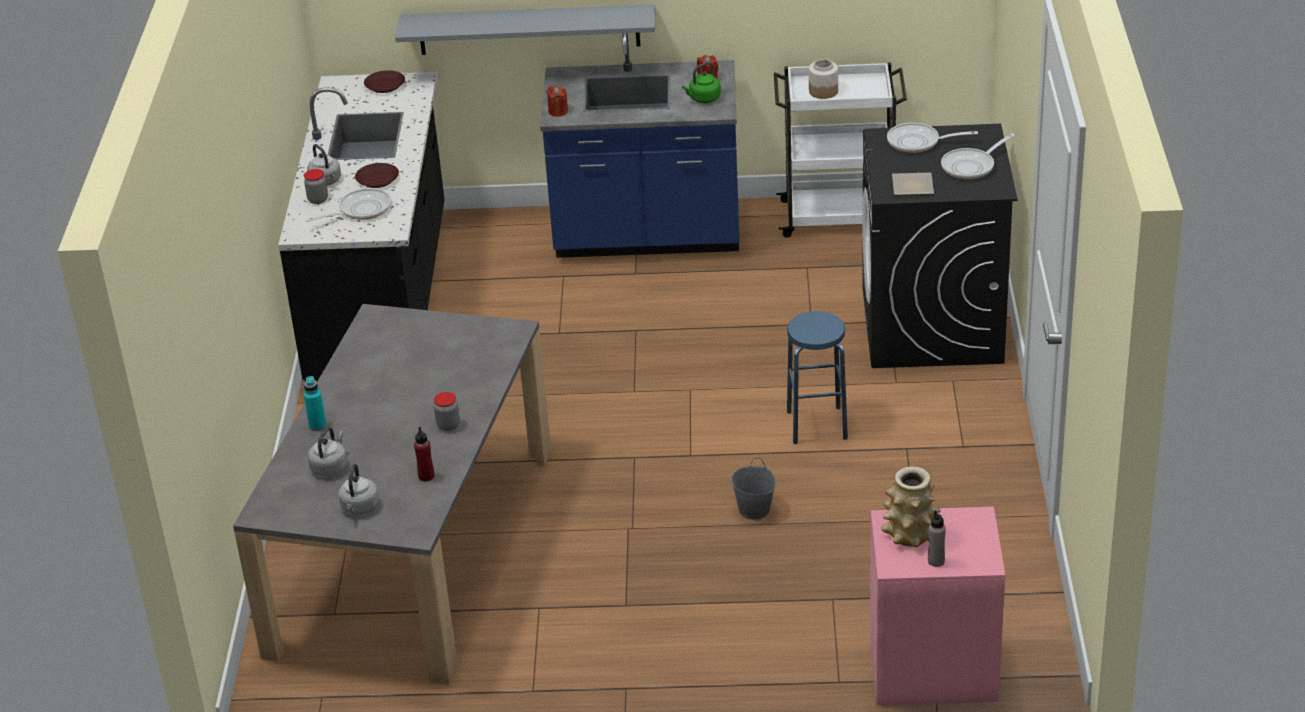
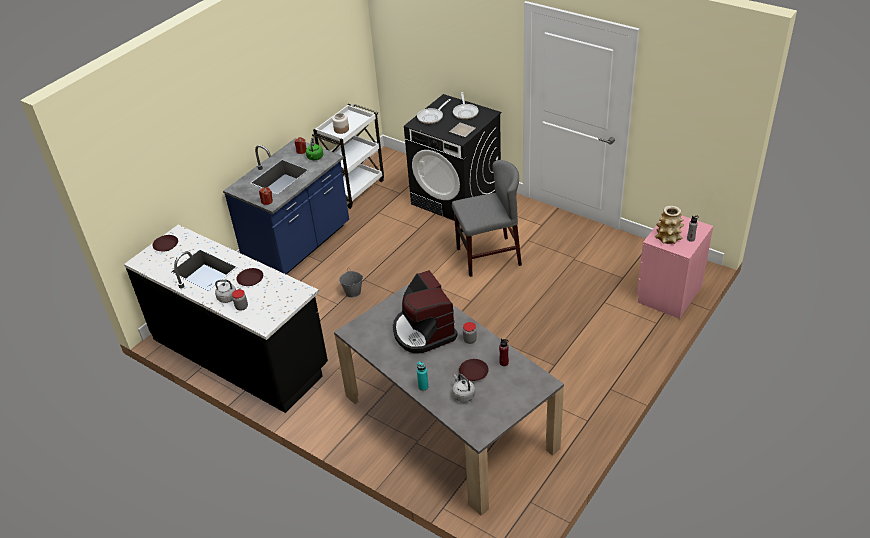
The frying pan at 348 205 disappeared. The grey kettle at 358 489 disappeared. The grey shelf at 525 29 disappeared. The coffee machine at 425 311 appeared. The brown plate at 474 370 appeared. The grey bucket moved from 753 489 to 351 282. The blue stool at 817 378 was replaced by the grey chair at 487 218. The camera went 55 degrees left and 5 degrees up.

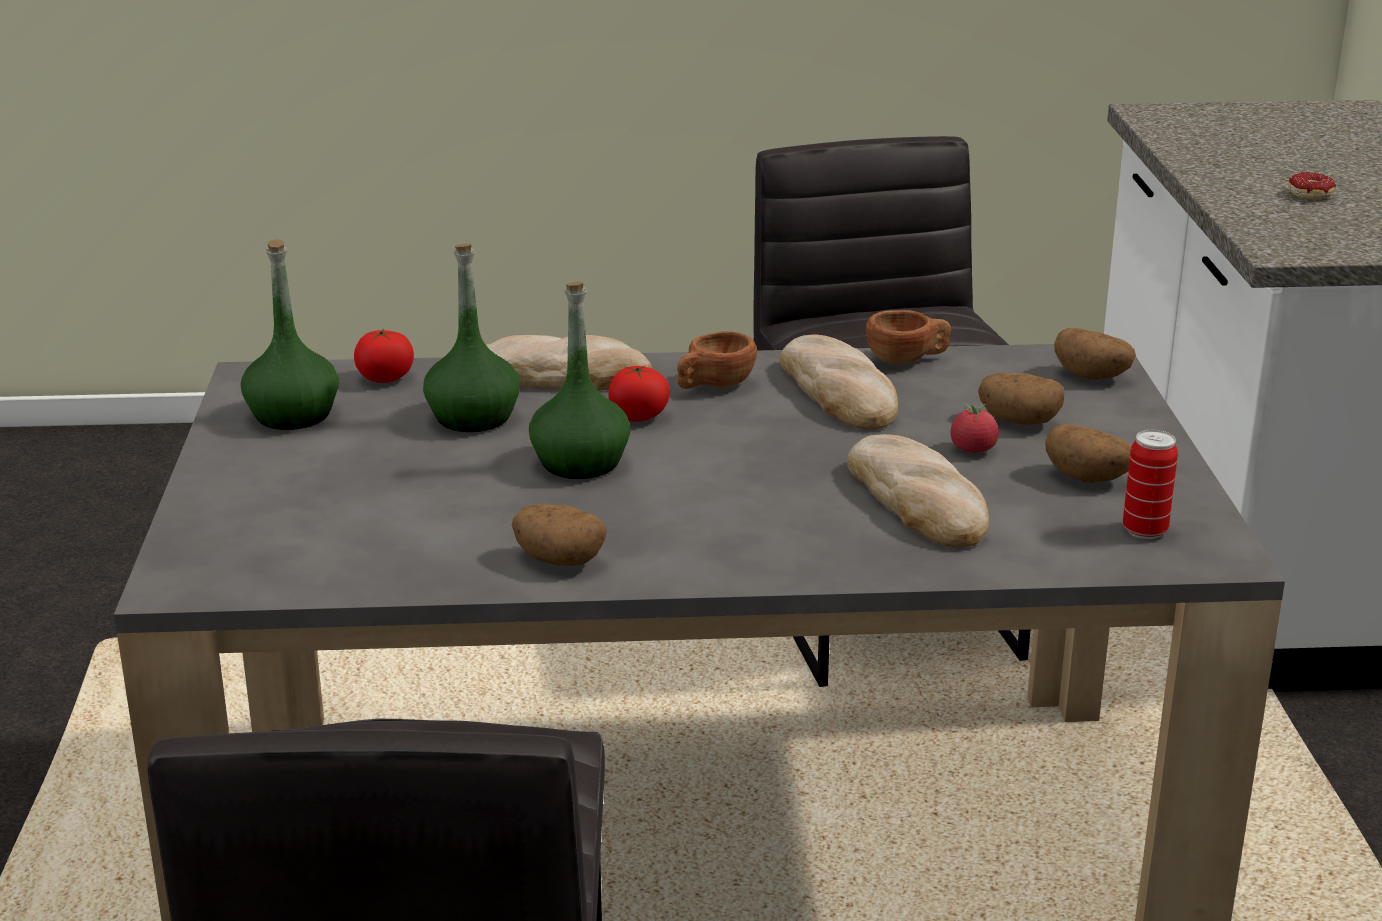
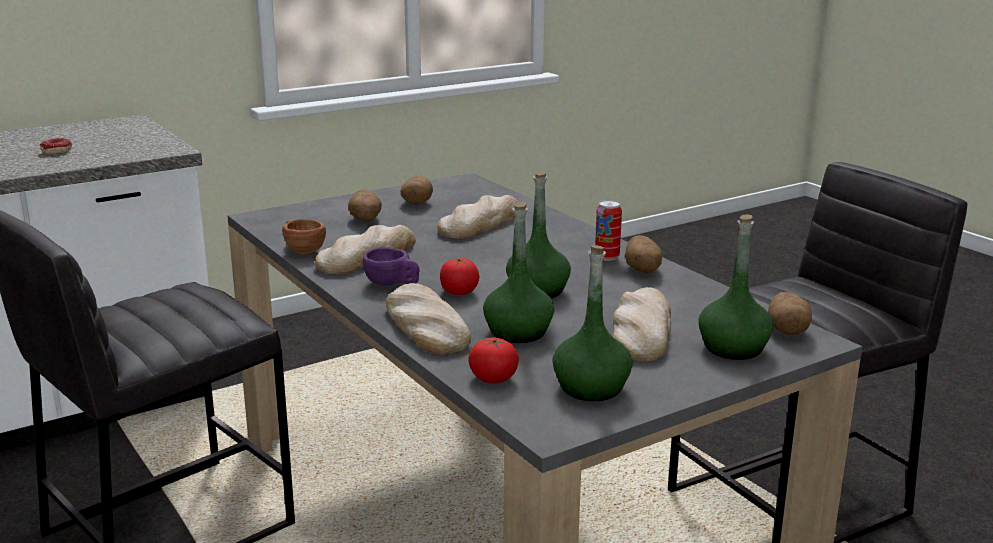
The tomato at 974 428 disappeared. The bread at 642 324 appeared. The green bottle at 736 287 appeared. The potato moved from 1095 354 to 790 313. The can moved from 1150 484 to 608 230. The brown cup at 717 360 became the purple cup at 391 266. The camera went 120 degrees left and 5 degrees down.

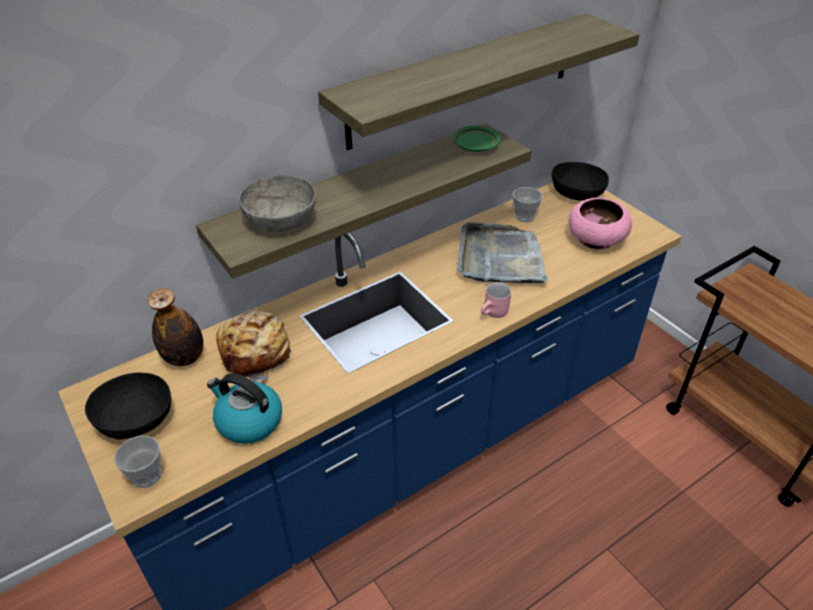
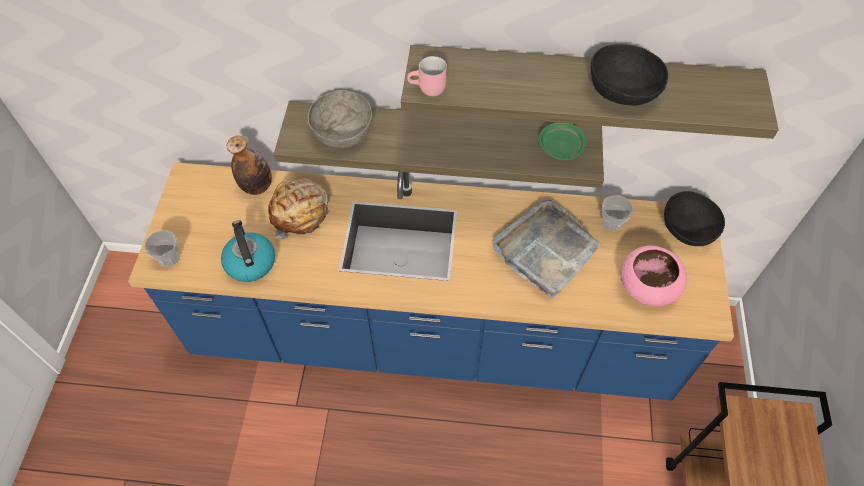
The black bowl moved from 128 406 to 629 75. The pink mug moved from 496 300 to 427 76. The camera went 40 degrees right and 15 degrees up.

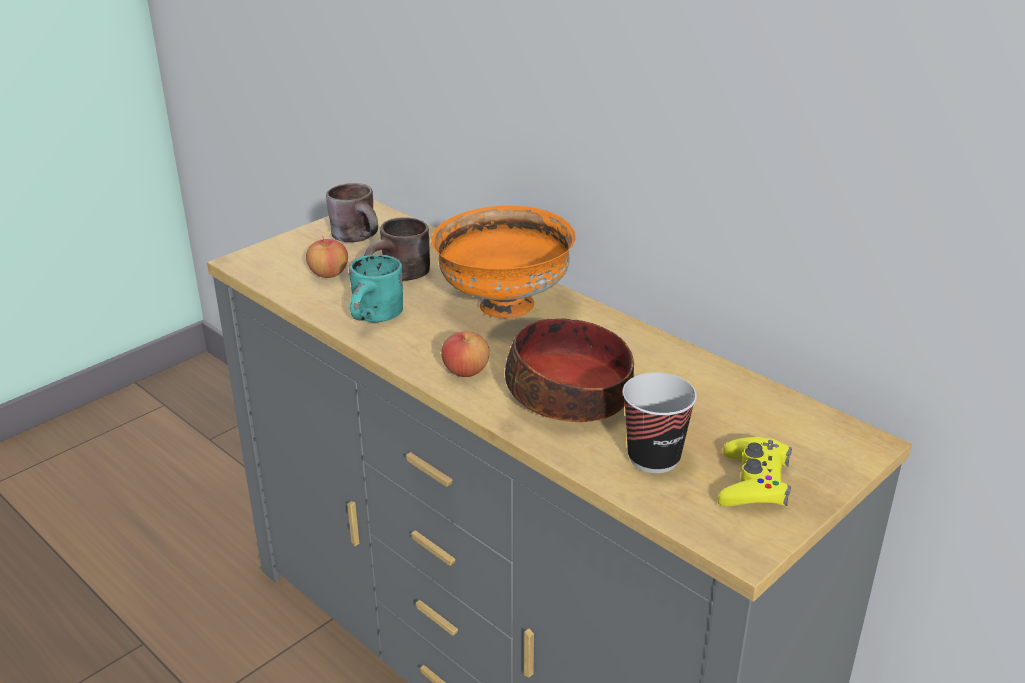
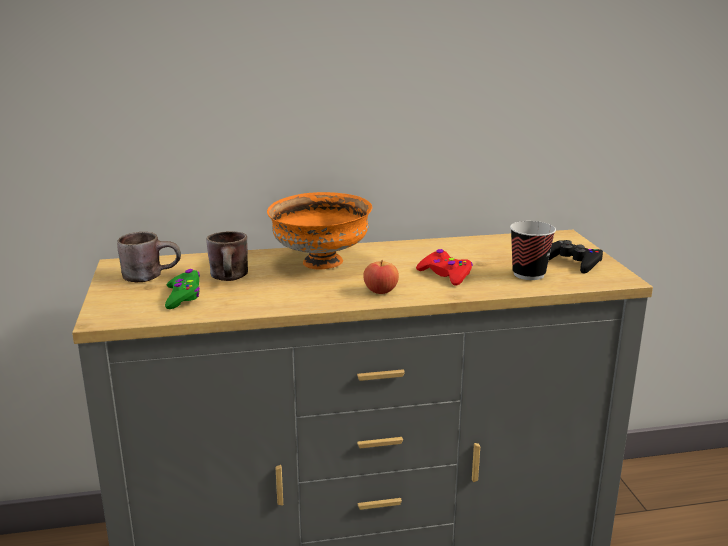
The turquoise mug at 376 288 disappeared. The apple at 327 257 was replaced by the green game controller at 182 289. The bowl at 569 370 was replaced by the red game controller at 444 267. The yellow game controller at 755 472 became the black game controller at 576 257. The camera went 55 degrees left and 10 degrees down.

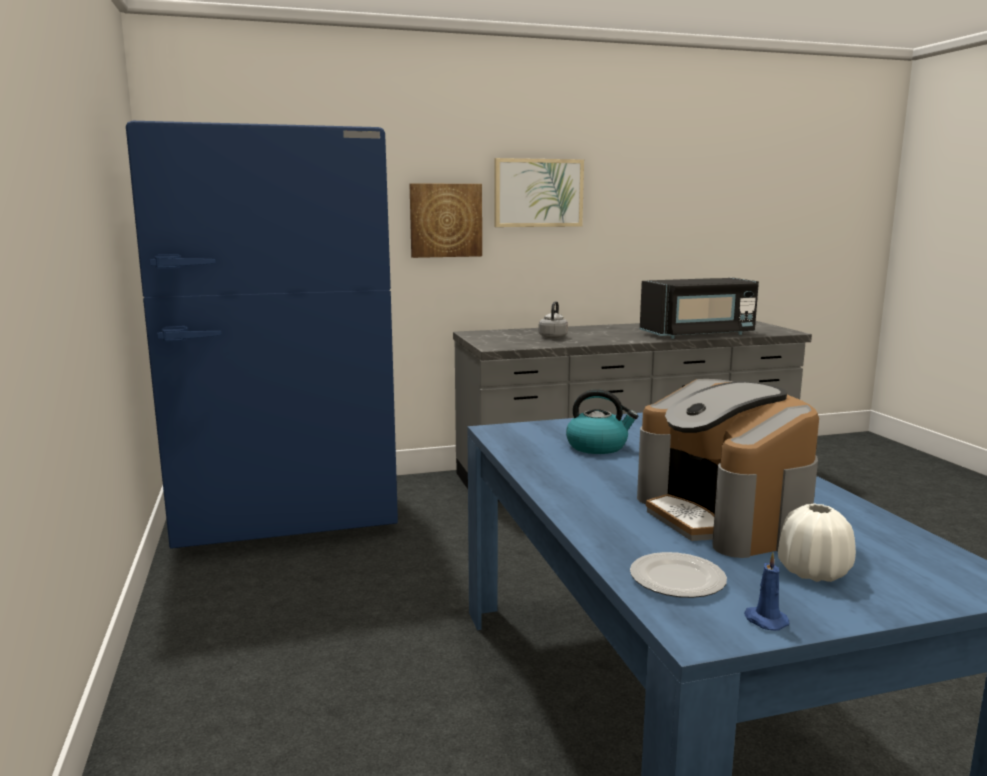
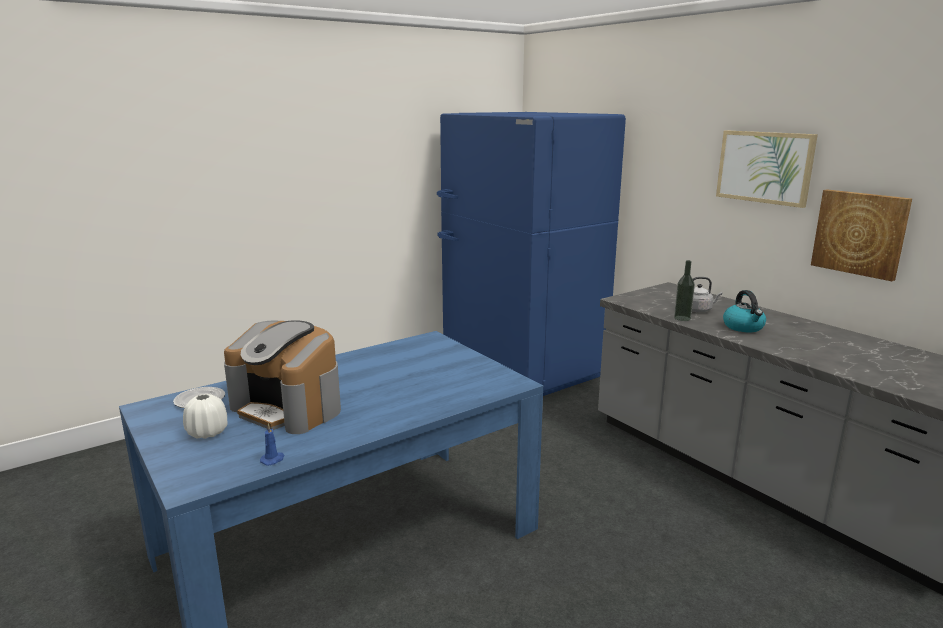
The black microwave at 699 308 disappeared. The bottle at 684 290 appeared. The picture moved from 446 220 to 861 235. The kettle moved from 602 421 to 744 311. The blue candle moved from 766 591 to 272 444. The coffee machine at 728 468 turned 105 degrees counterclockwise. The camera went 70 degrees right and 5 degrees up.

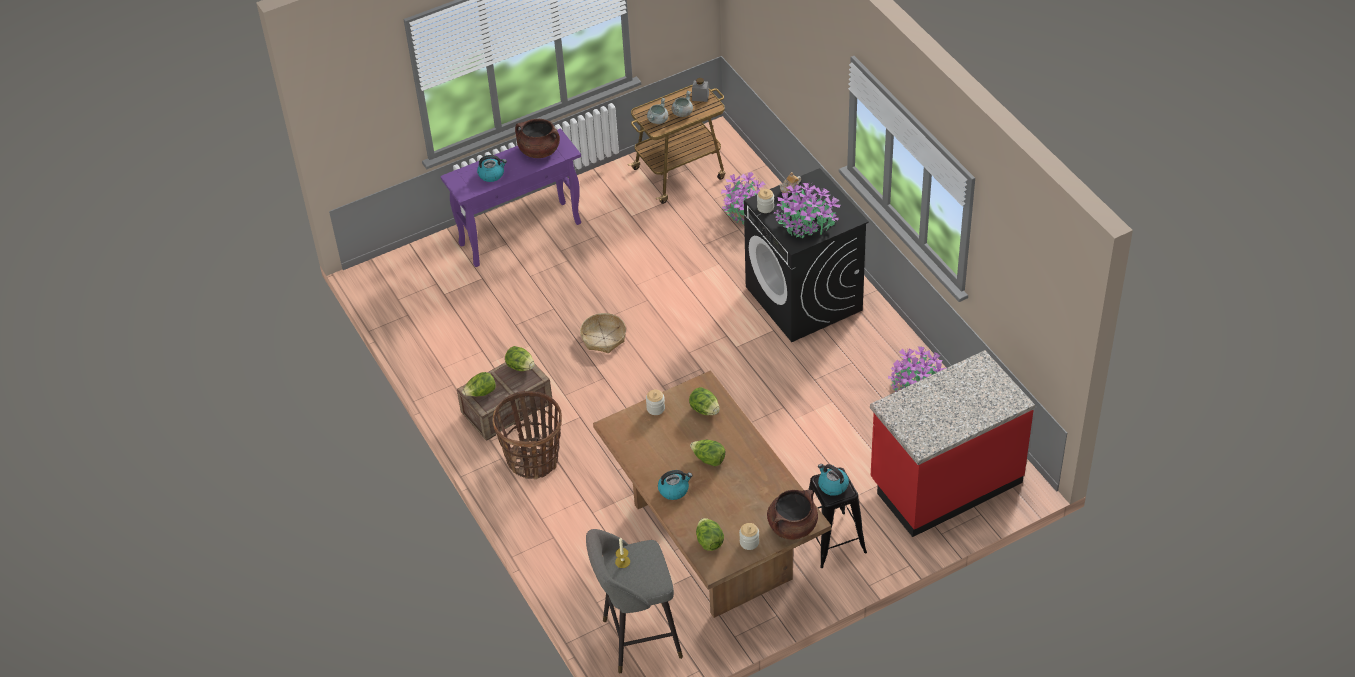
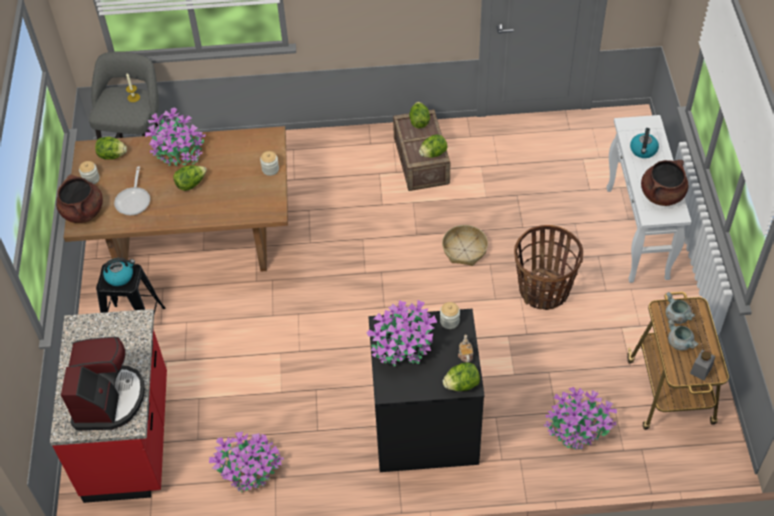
The coffee machine at 103 383 appeared. The frying pan at 132 190 appeared. The basket moved from 527 435 to 548 267. The lettuce moved from 704 401 to 461 376. The kettle at 675 485 was replaced by the potted plant at 175 136. The purple console table at 510 197 became the white console table at 648 199. The camera went 115 degrees right and 5 degrees up.

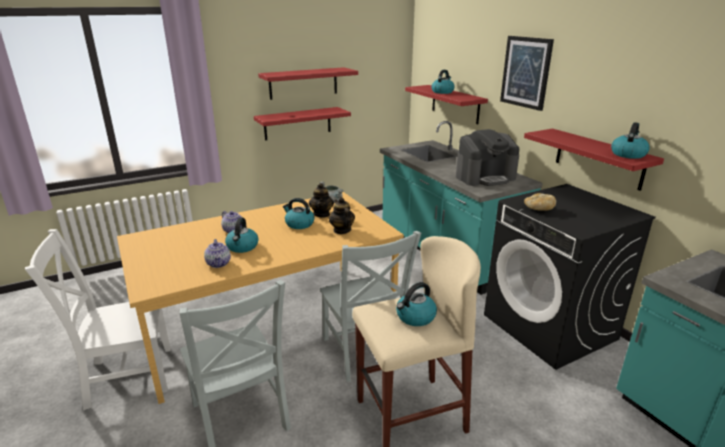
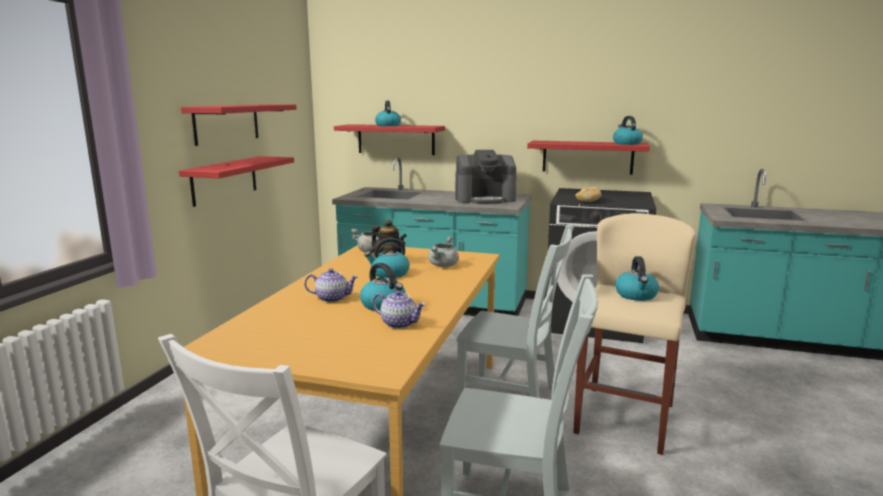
The picture at 527 73 disappeared. The teapot at 342 215 was replaced by the grey cooking pot at 443 251. The coffee machine at 487 157 turned 60 degrees clockwise. The camera went 45 degrees left and 10 degrees down.

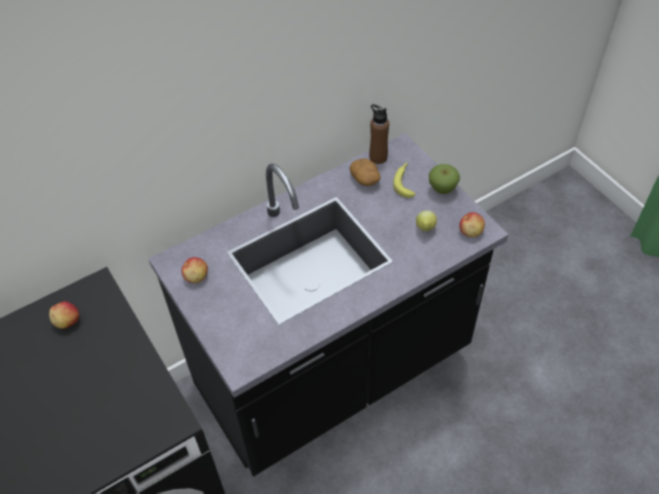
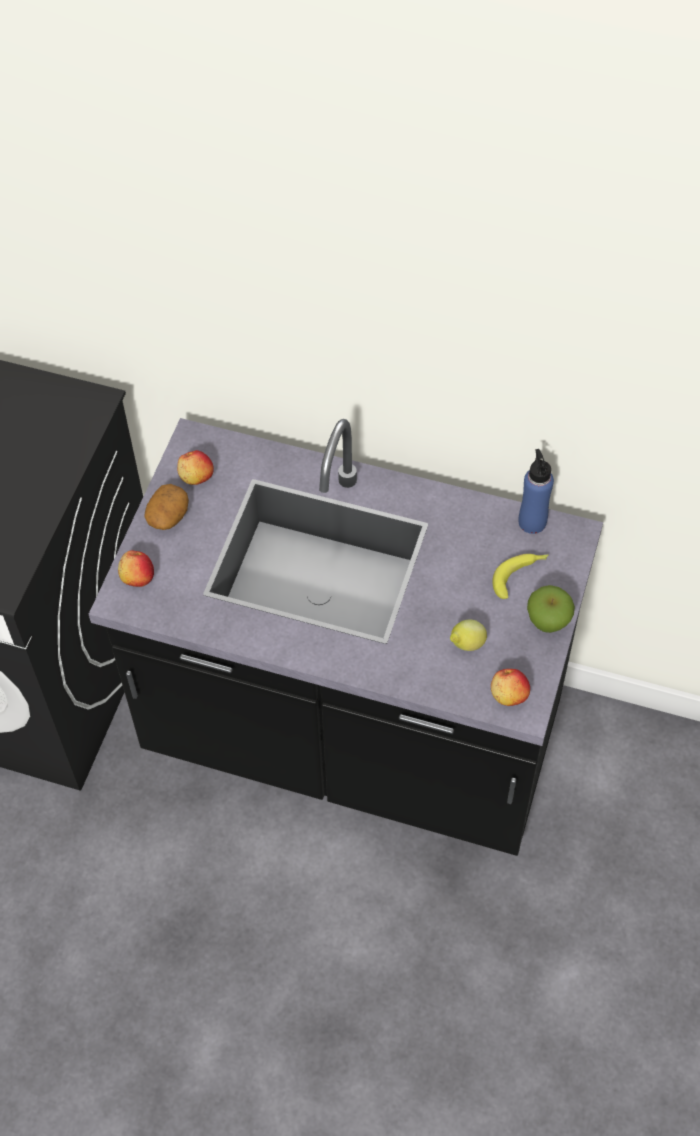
The apple moved from 64 315 to 136 568. The potato moved from 365 172 to 166 507. The brown bottle at 379 134 became the blue bottle at 536 491. The camera went 50 degrees right and 5 degrees up.

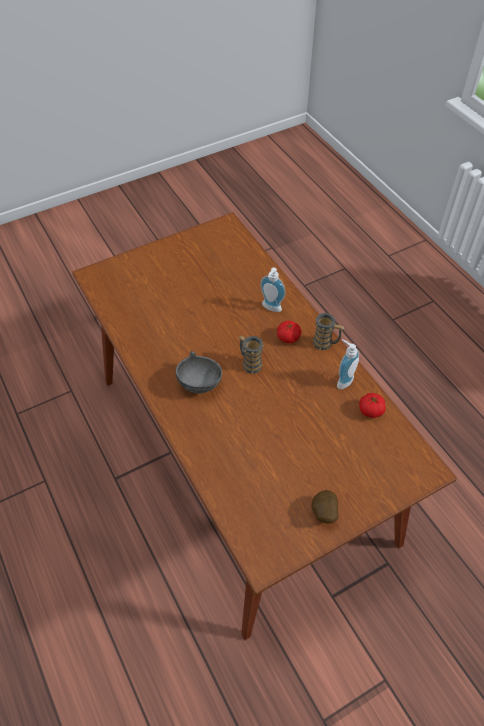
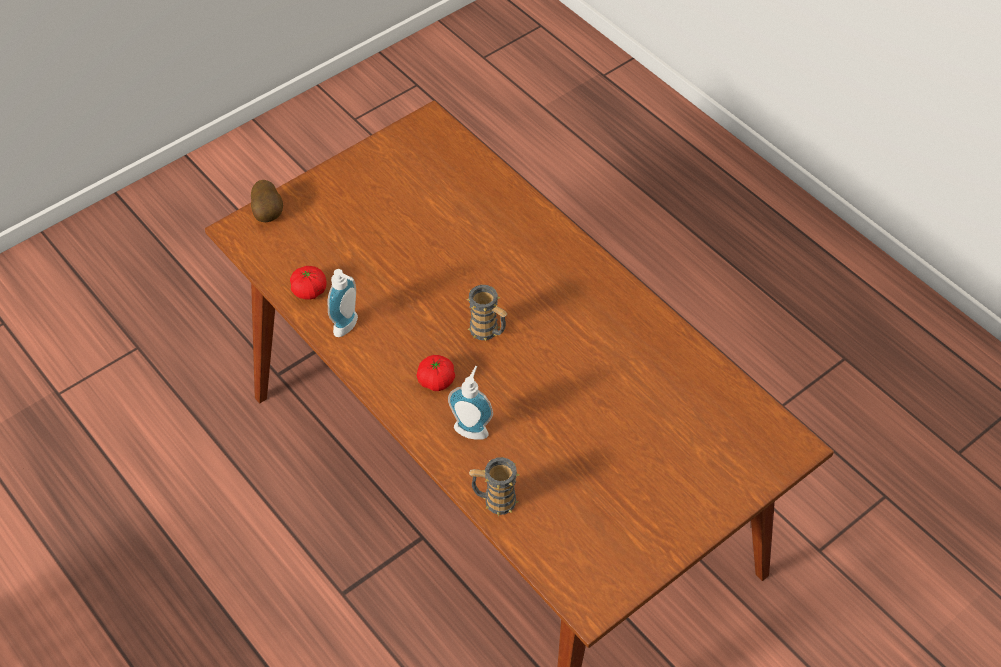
The grey bowl at 199 372 disappeared. The potato moved from 325 507 to 267 201. The mug moved from 328 331 to 494 486. The camera went 170 degrees right and 0 degrees up.

